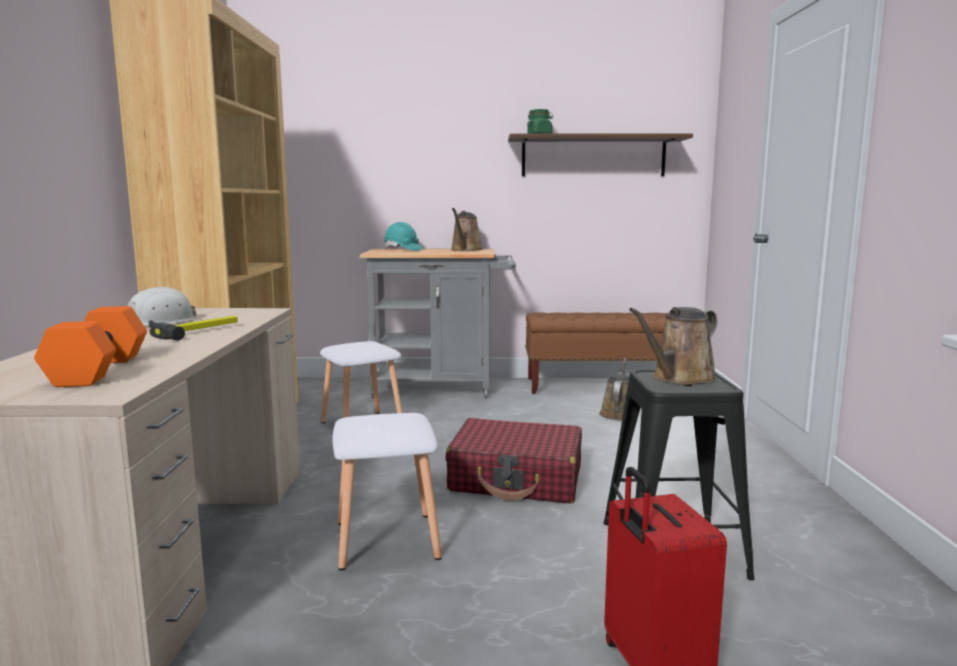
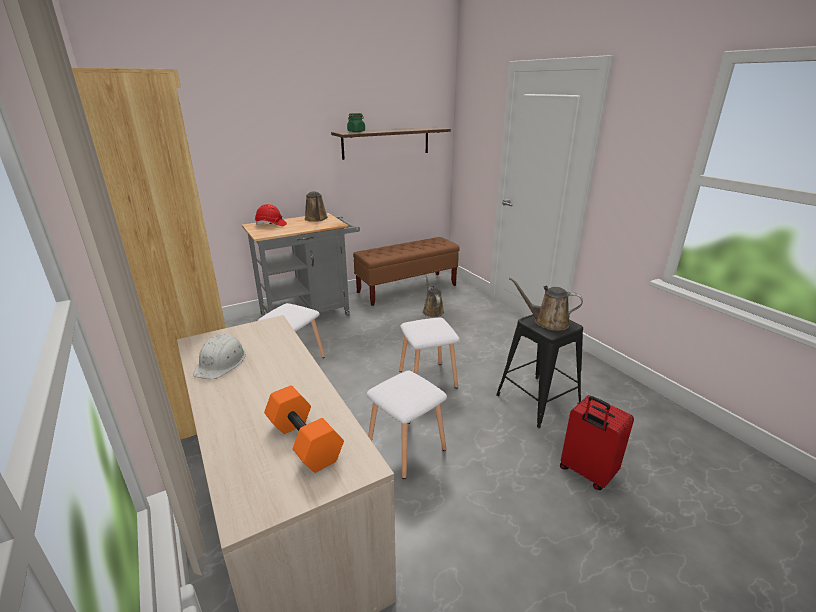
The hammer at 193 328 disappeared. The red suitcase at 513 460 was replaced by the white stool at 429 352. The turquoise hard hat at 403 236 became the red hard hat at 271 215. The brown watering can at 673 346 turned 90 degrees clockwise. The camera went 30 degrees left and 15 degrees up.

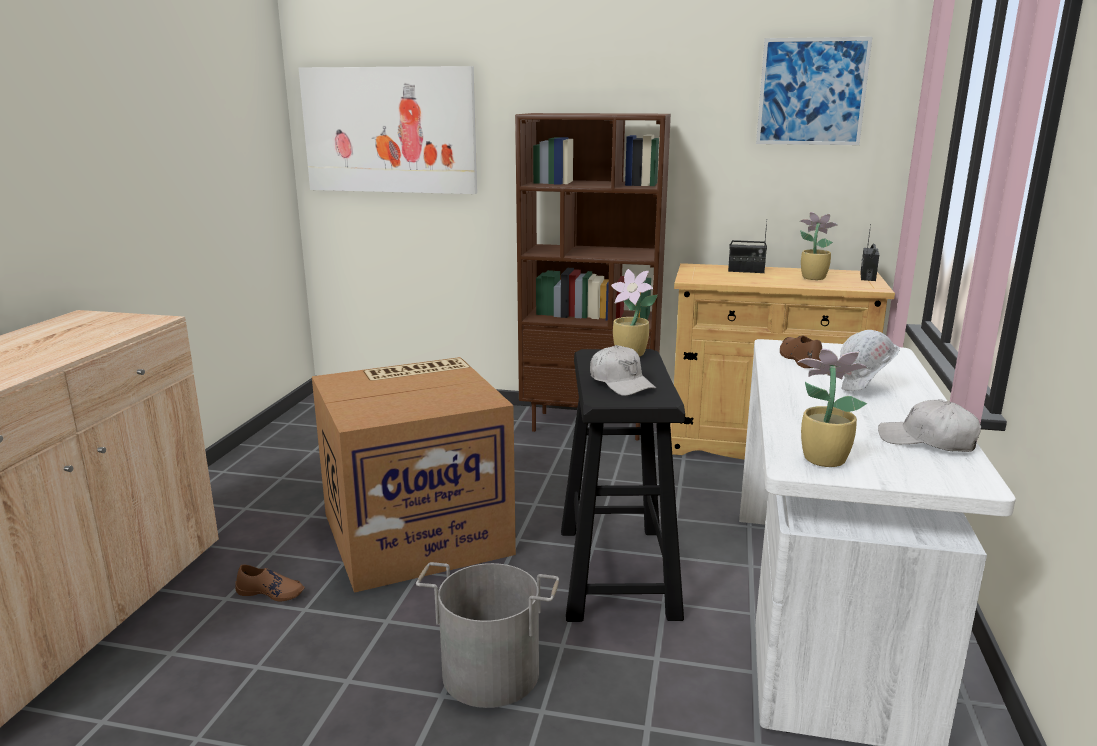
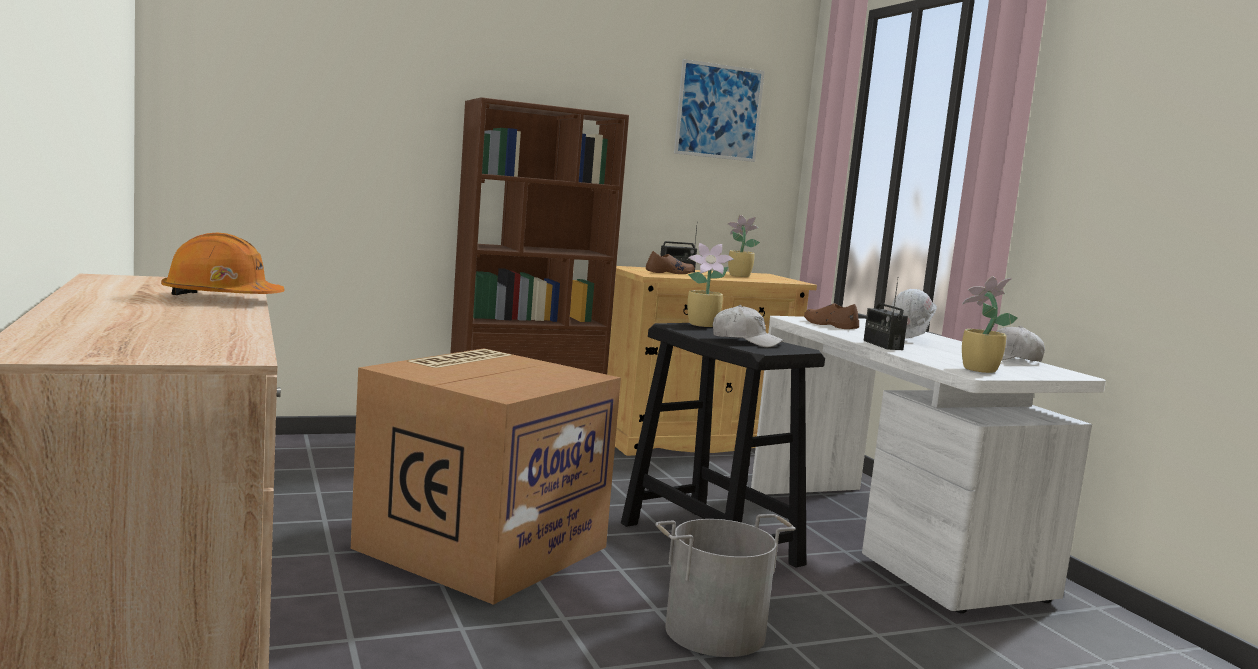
The picture at 388 130 disappeared. The orange hard hat at 223 264 appeared. The brown shoe moved from 270 583 to 670 262. The radio moved from 869 252 to 885 315. The camera went 35 degrees left and 10 degrees down.

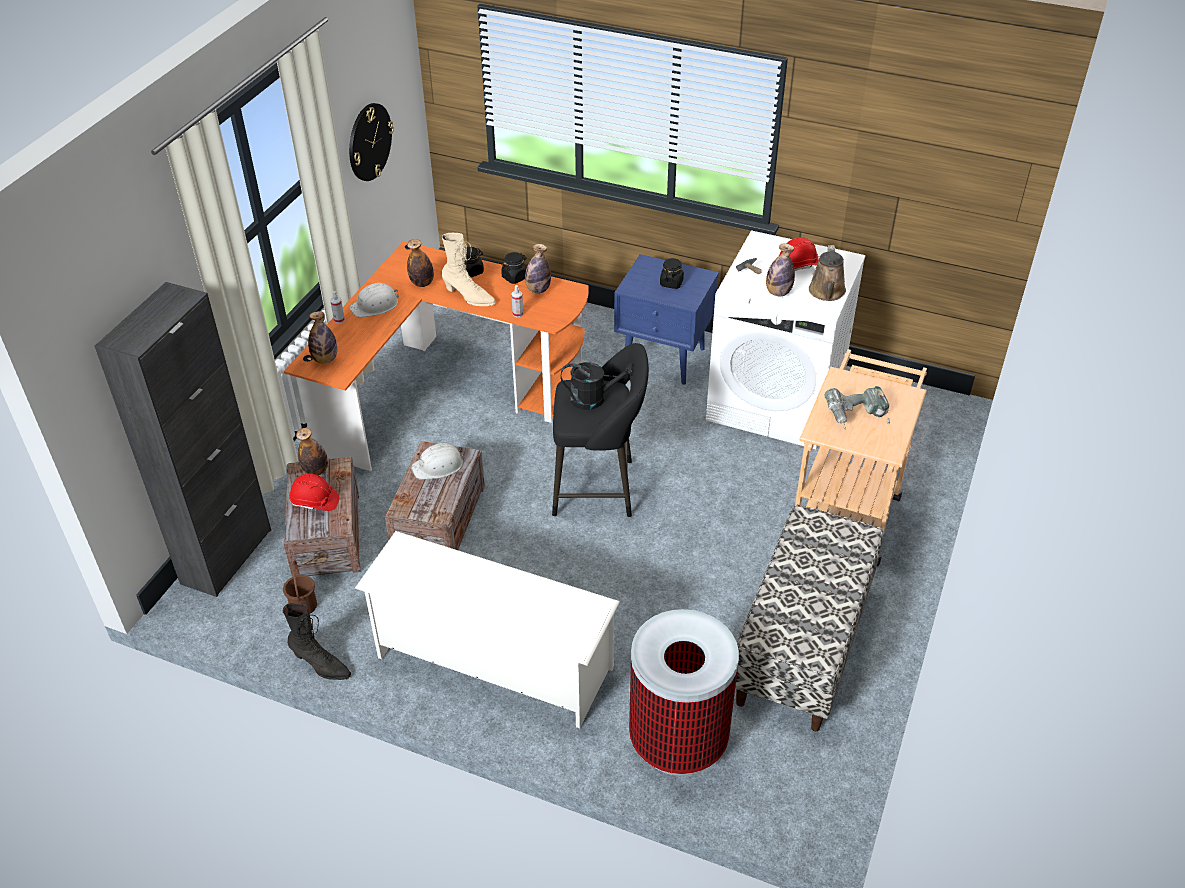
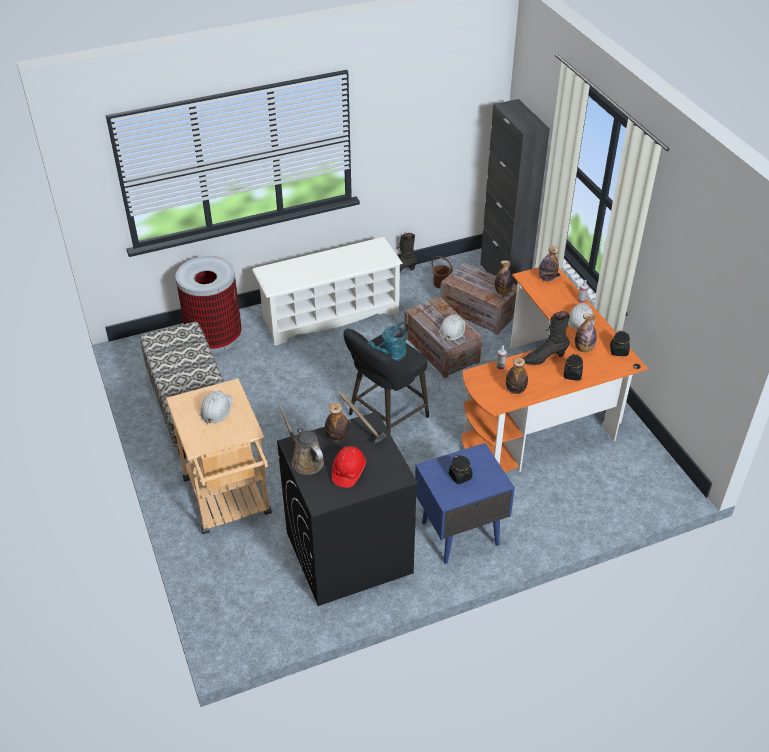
The red hard hat at 314 492 disappeared. The wall clock at 371 142 disappeared. The black jar moved from 514 268 to 620 343. The power drill at 857 408 was replaced by the white hard hat at 216 407. The beige boot at 469 269 became the black boot at 546 338. The black watering can at 597 386 became the turquoise watering can at 388 341. The white washing machine at 786 339 became the black washing machine at 347 509. The camera went 135 degrees right and 0 degrees up.

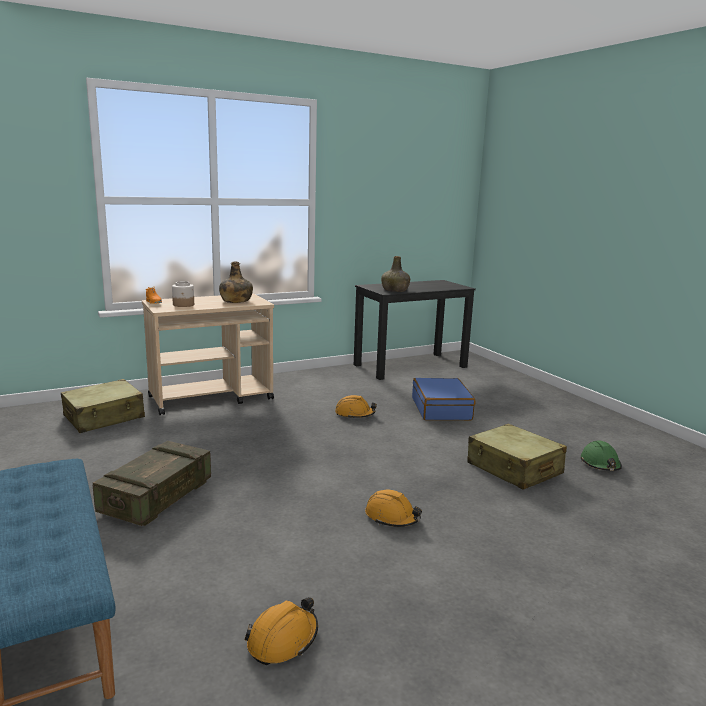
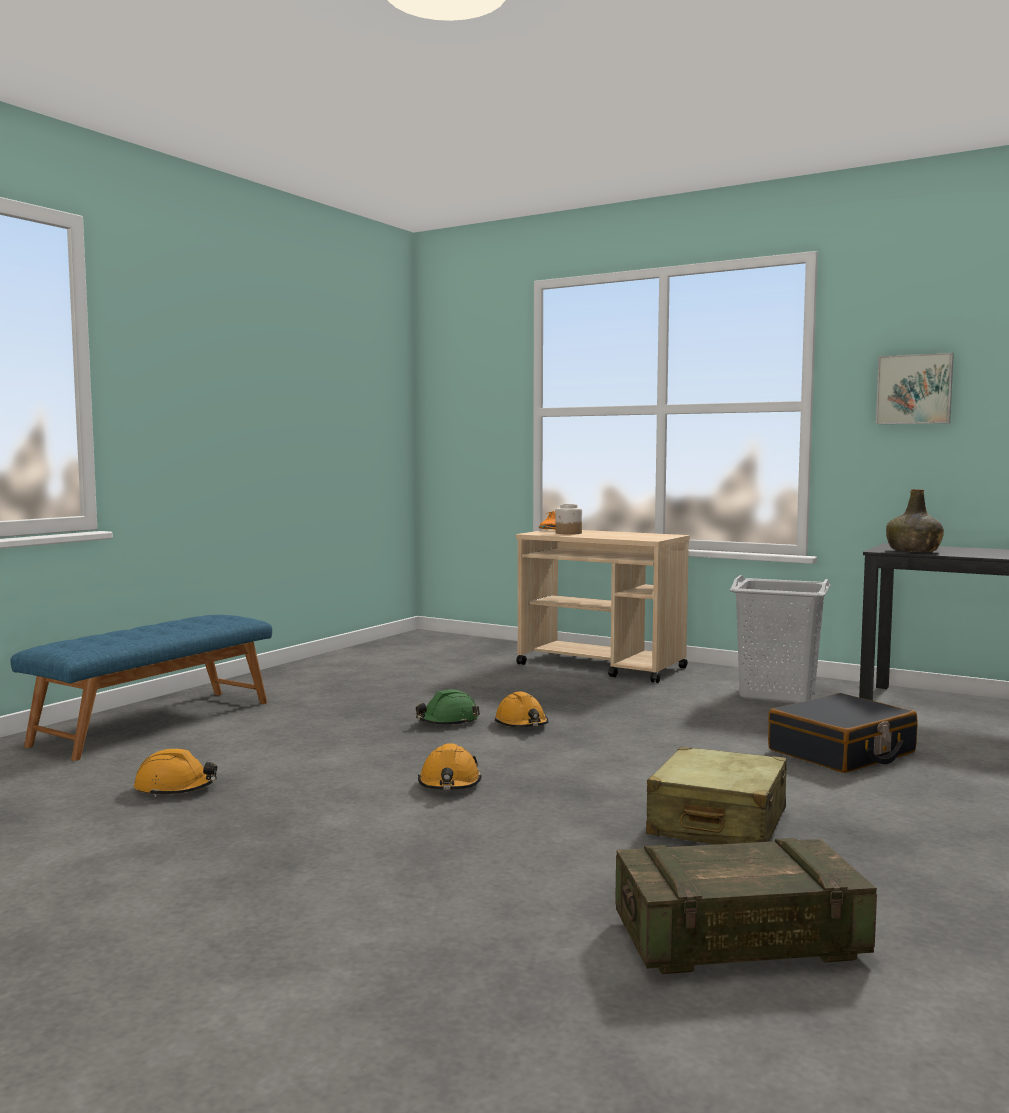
The beige suitcase at 103 406 disappeared. The green bottle at 236 282 disappeared. The grey laundry basket at 780 639 appeared. The picture at 915 388 appeared. The crate moved from 152 483 to 746 906. The orange hard hat moved from 356 407 to 522 709. The green hard hat moved from 601 456 to 448 707. The blue suitcase at 443 399 became the black suitcase at 843 733. The camera went 60 degrees right and 10 degrees down.

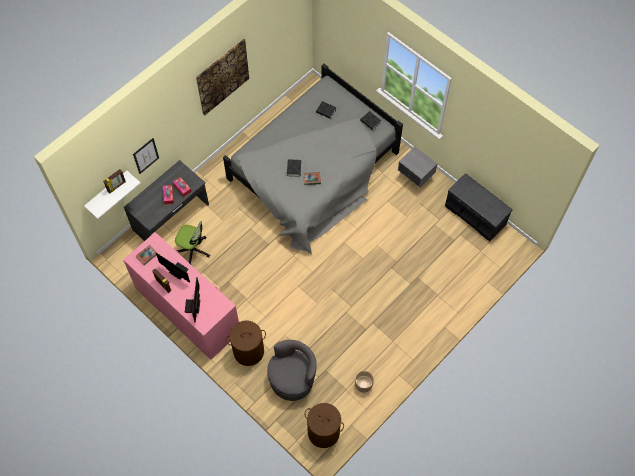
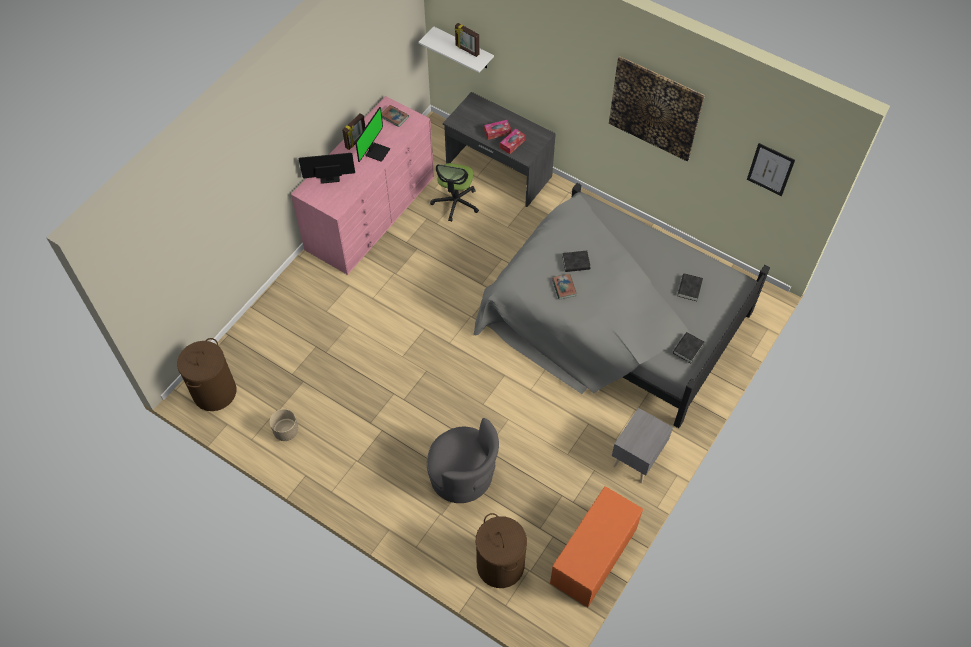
The picture moved from 146 156 to 771 169. The brown laundry basket moved from 246 343 to 501 550. The grey armchair moved from 292 370 to 463 460. The grey bench at 479 207 became the orange bench at 596 546. The camera went 80 degrees right and 5 degrees down.

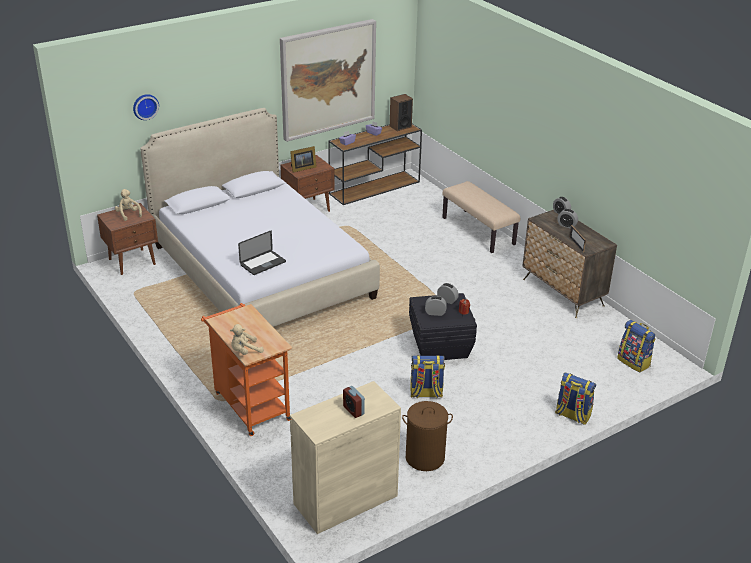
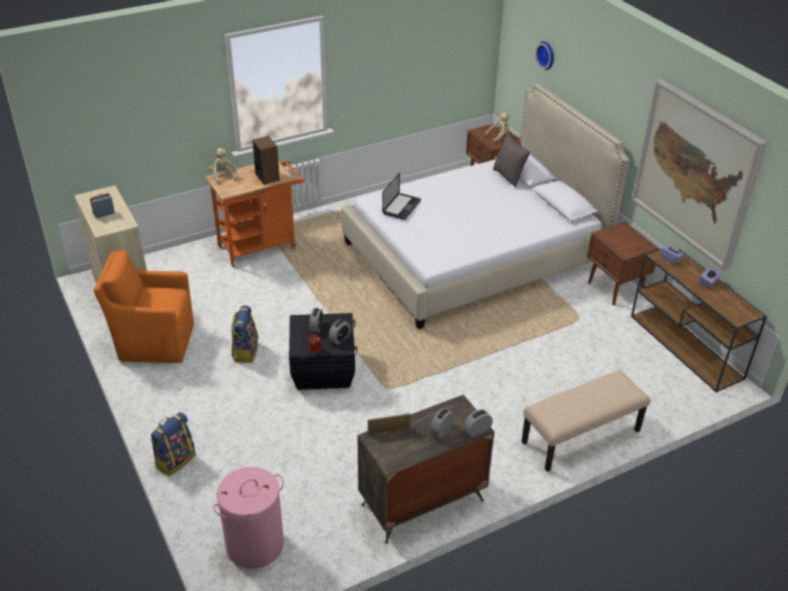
The picture frame at 303 159 disappeared. The grey pillow at 511 160 appeared. The speaker moved from 401 112 to 266 160. The brown laundry basket at 427 436 was replaced by the orange armchair at 144 306. The backpack at 636 346 was replaced by the pink laundry basket at 248 518. The laptop at 262 253 turned 120 degrees counterclockwise. The camera went 95 degrees right and 5 degrees up.

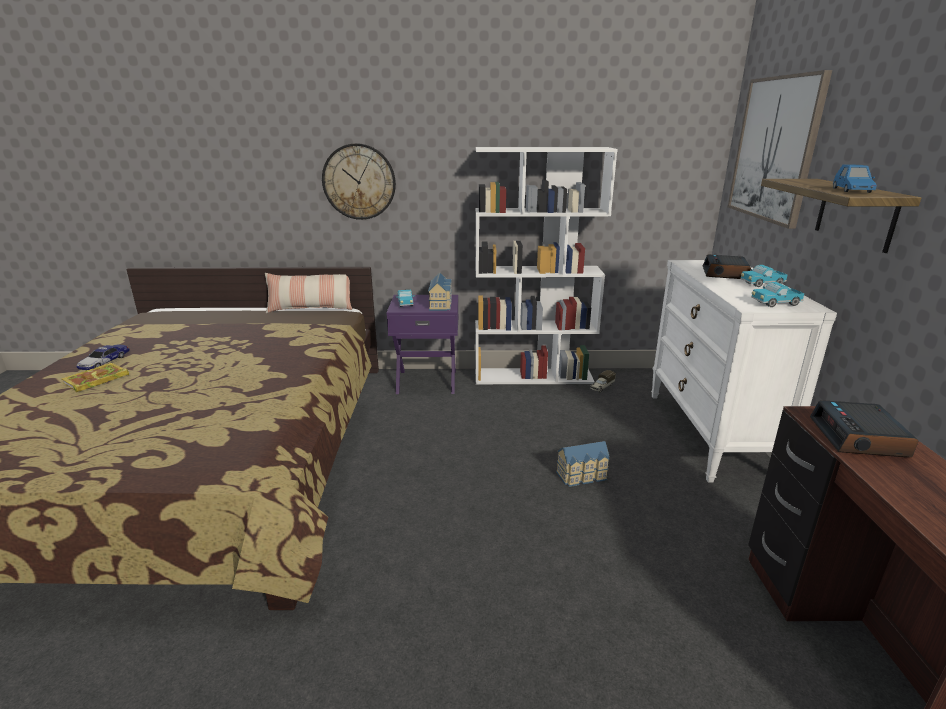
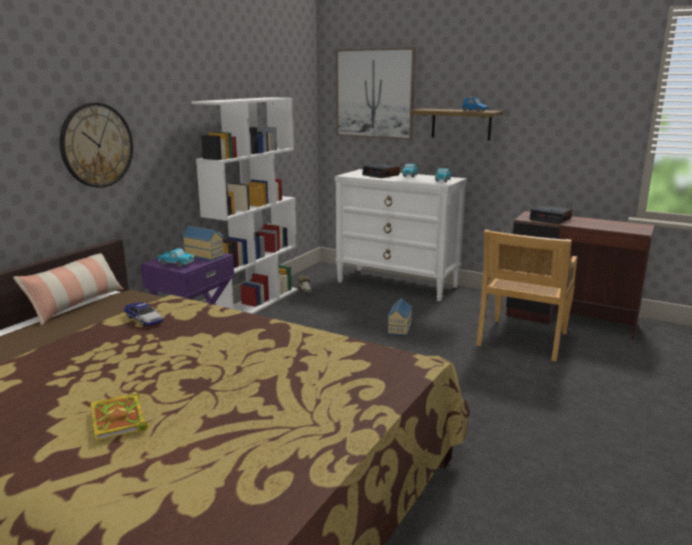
The beige chair at 526 295 appeared. The toy car moved from 103 357 to 143 314. The camera went 60 degrees left and 5 degrees down.

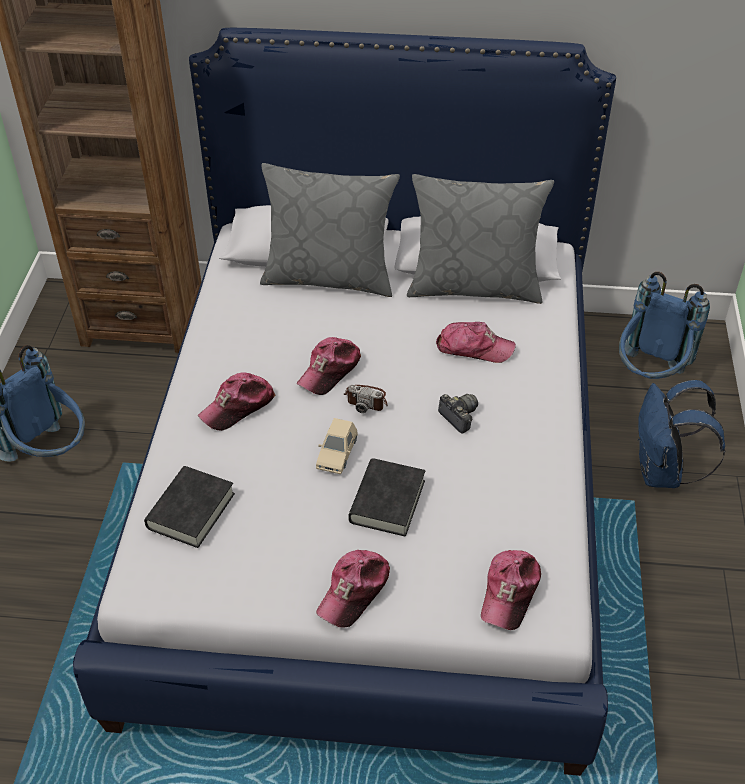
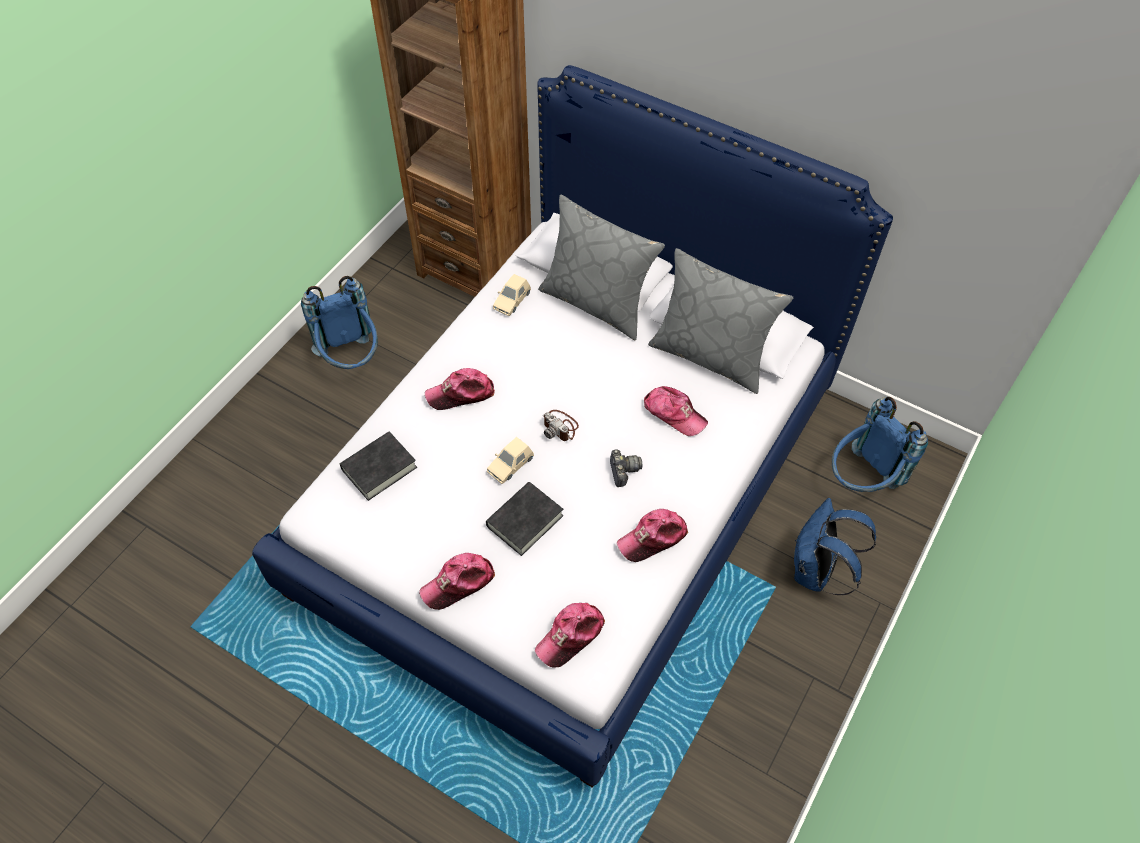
The beige toy car at 512 295 appeared. The cap moved from 329 366 to 652 535. The camera went 25 degrees right and 10 degrees up.

